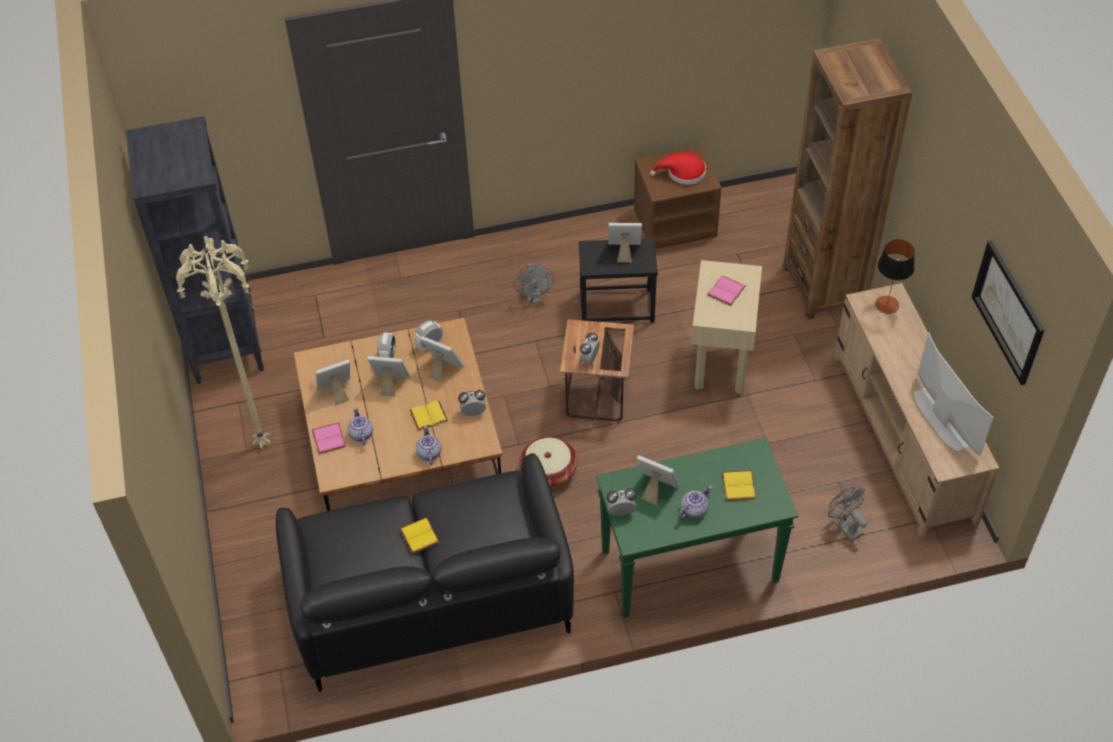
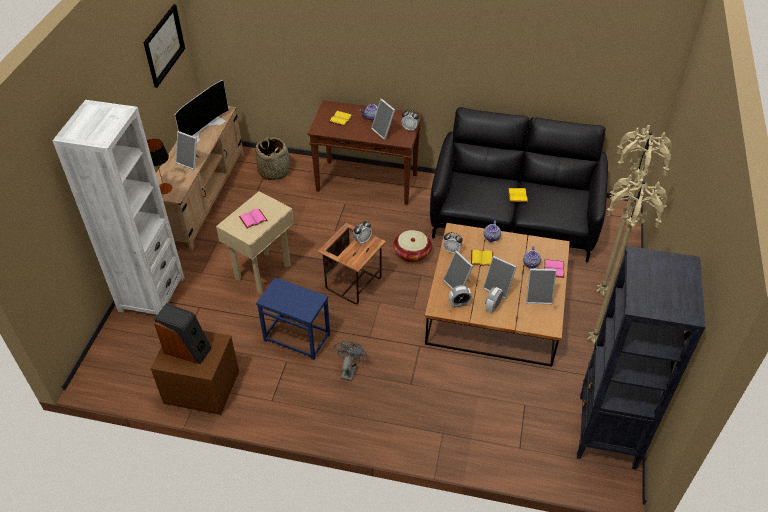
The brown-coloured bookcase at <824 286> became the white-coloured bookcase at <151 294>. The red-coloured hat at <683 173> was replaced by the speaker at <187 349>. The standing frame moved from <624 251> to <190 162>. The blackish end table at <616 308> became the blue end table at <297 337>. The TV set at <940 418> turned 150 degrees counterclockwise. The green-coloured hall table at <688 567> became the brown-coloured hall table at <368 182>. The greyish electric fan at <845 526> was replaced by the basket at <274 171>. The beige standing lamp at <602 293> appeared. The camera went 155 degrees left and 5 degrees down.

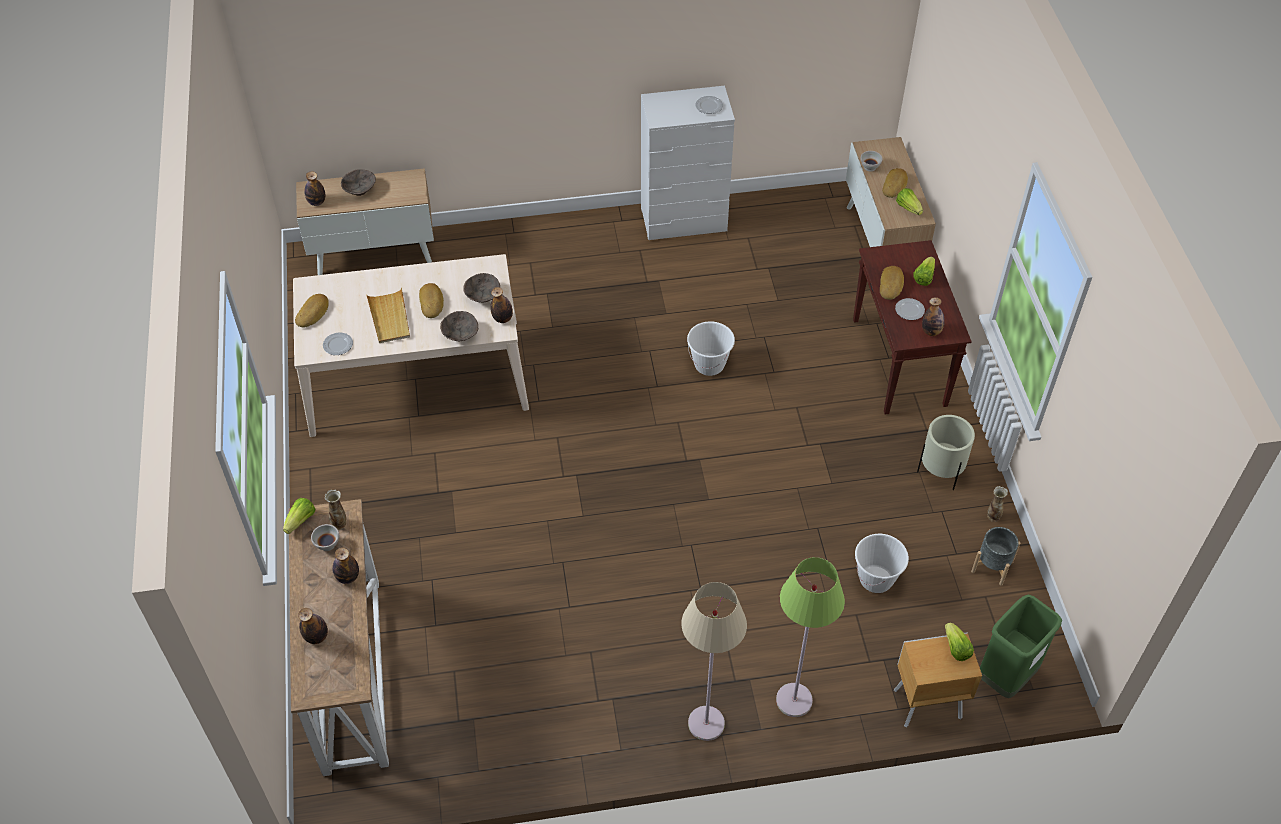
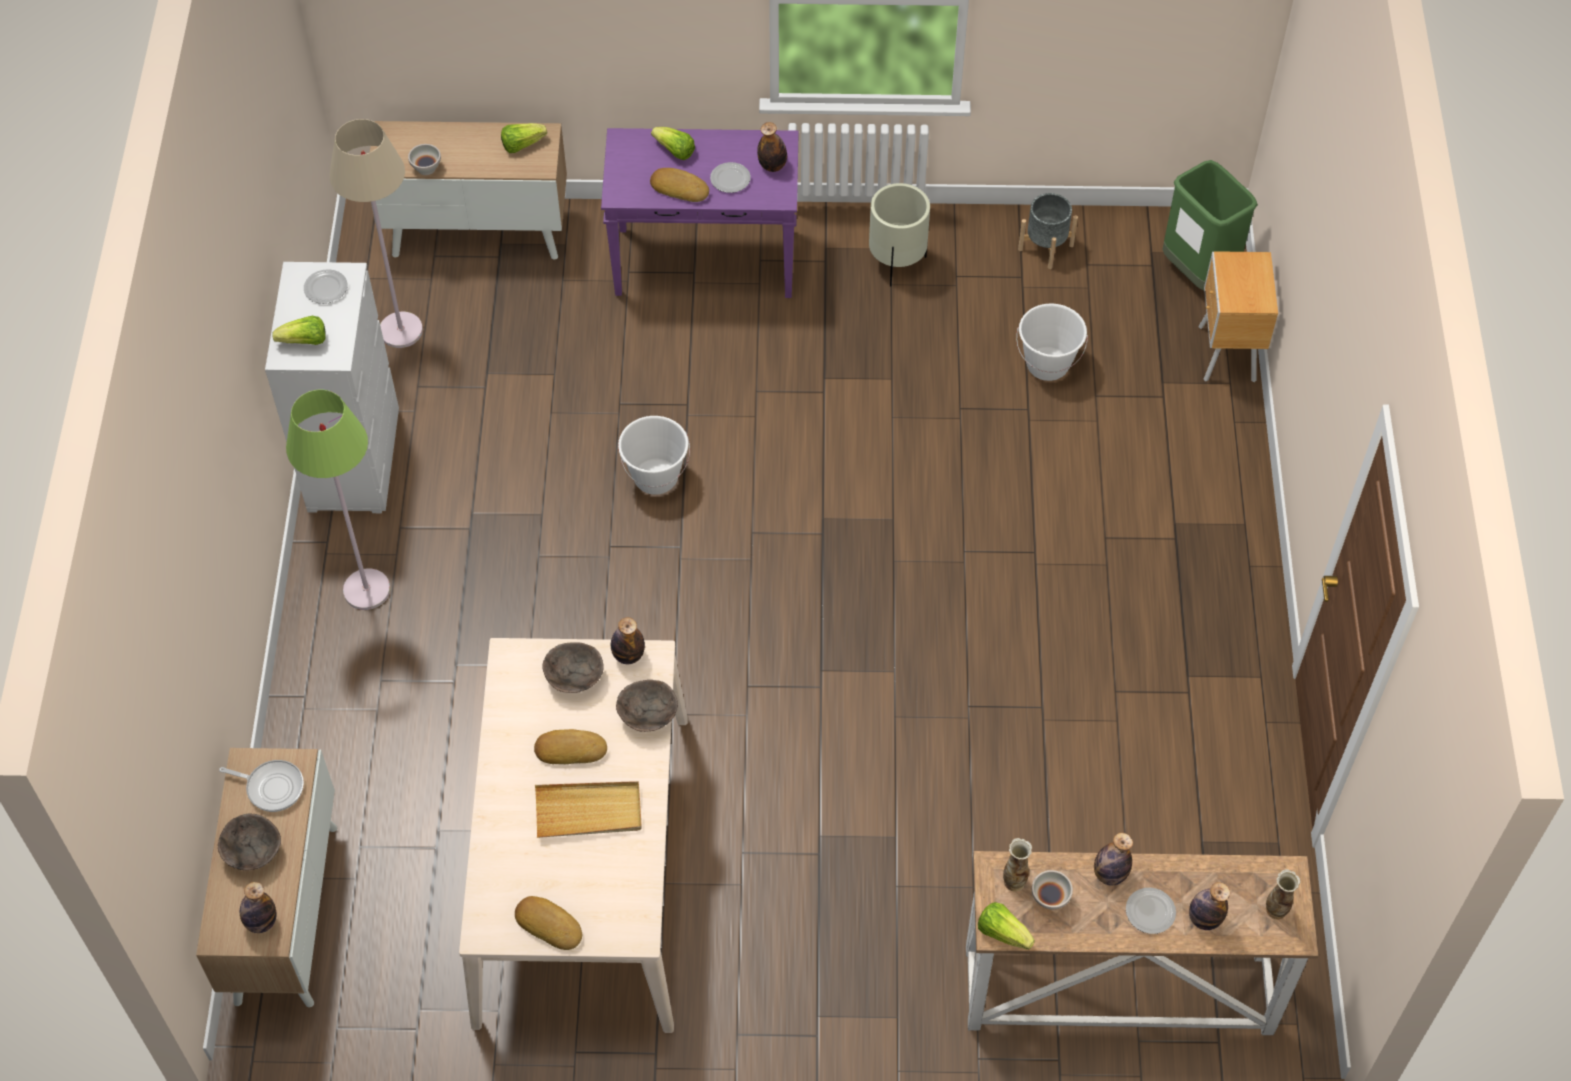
The baked bread at <895 185> disappeared. The brown-coloured hall table at <900 363> became the purple-coloured hall table at <706 262>. The flat dish moved from <338 345> to <1150 911>. The decorative vase moved from <993 516> to <1276 910>. The green-coloured standing lamp moved from <794 700> to <367 590>. The beige standing lamp moved from <706 724> to <401 331>. The head of lettuce moved from <956 648> to <304 341>. The skillet at <272 787> appeared. The camera went 80 degrees left and 5 degrees up.

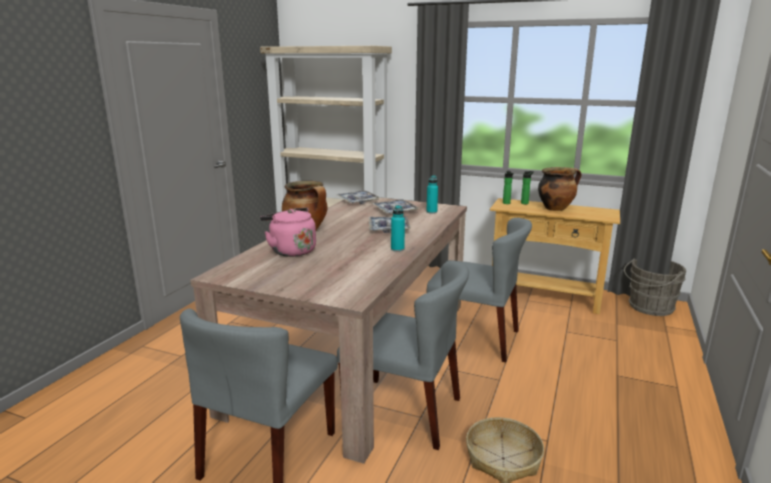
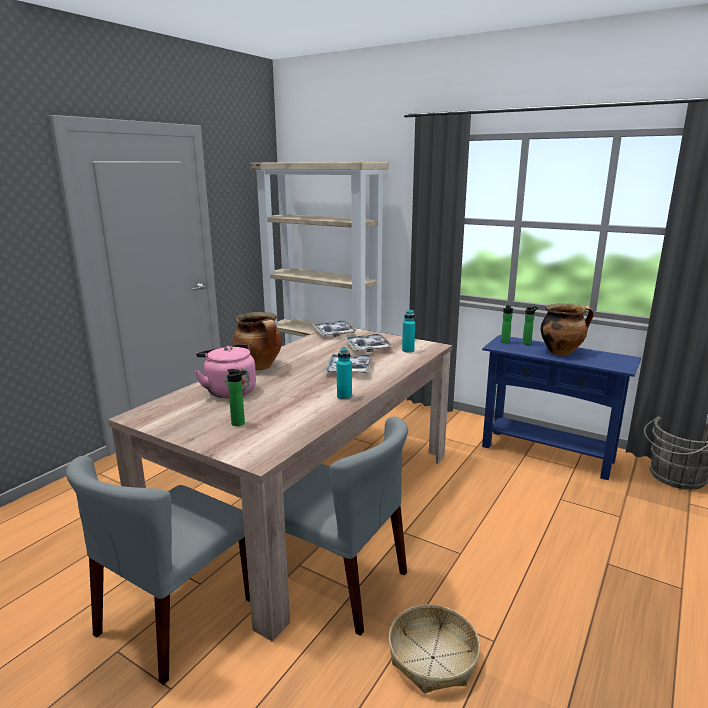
The beige hall table at <544 298> became the blue hall table at <547 453>. The greyish plain chair at <475 338> disappeared. The beverage bottle at <240 423> appeared. The camera went 10 degrees right and 0 degrees up.

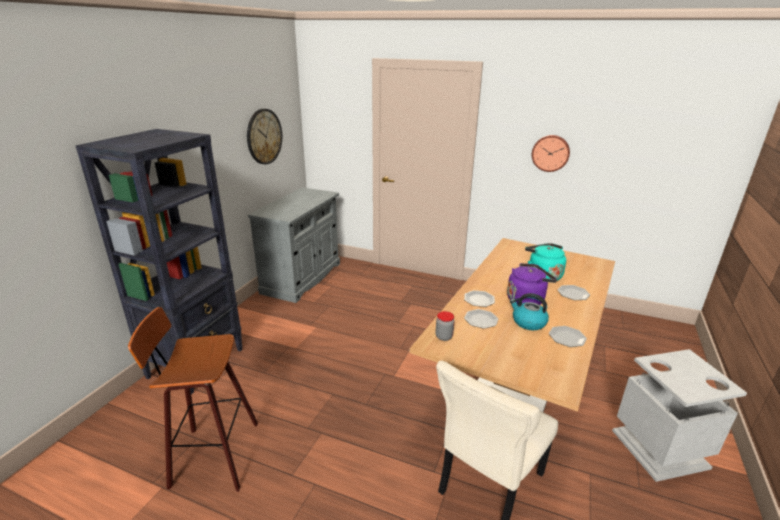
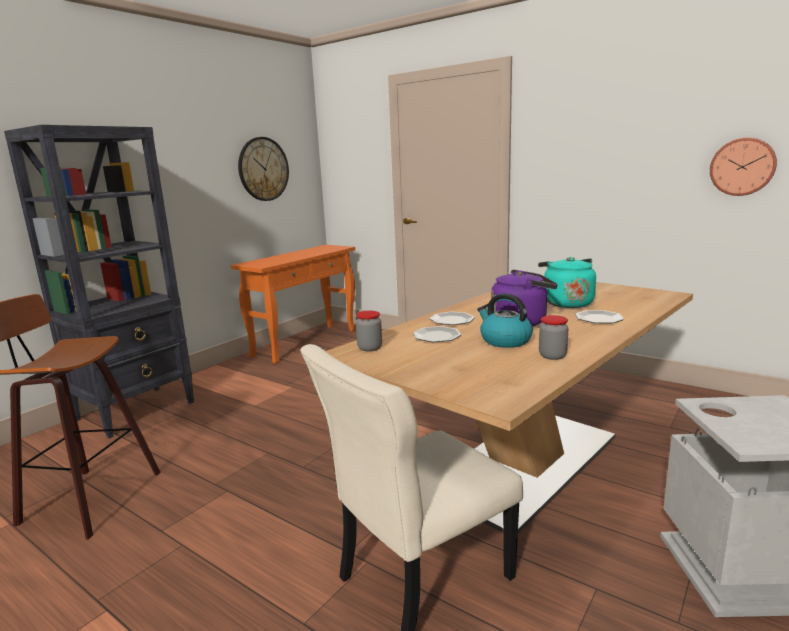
The hanging clock moved from <550 153> to <742 166>. The greyish cupboard at <302 278> was replaced by the orange-coloured hall table at <306 343>. The flat dish at <567 338> was replaced by the storage jar at <552 356>. The camera went 15 degrees right and 10 degrees down.

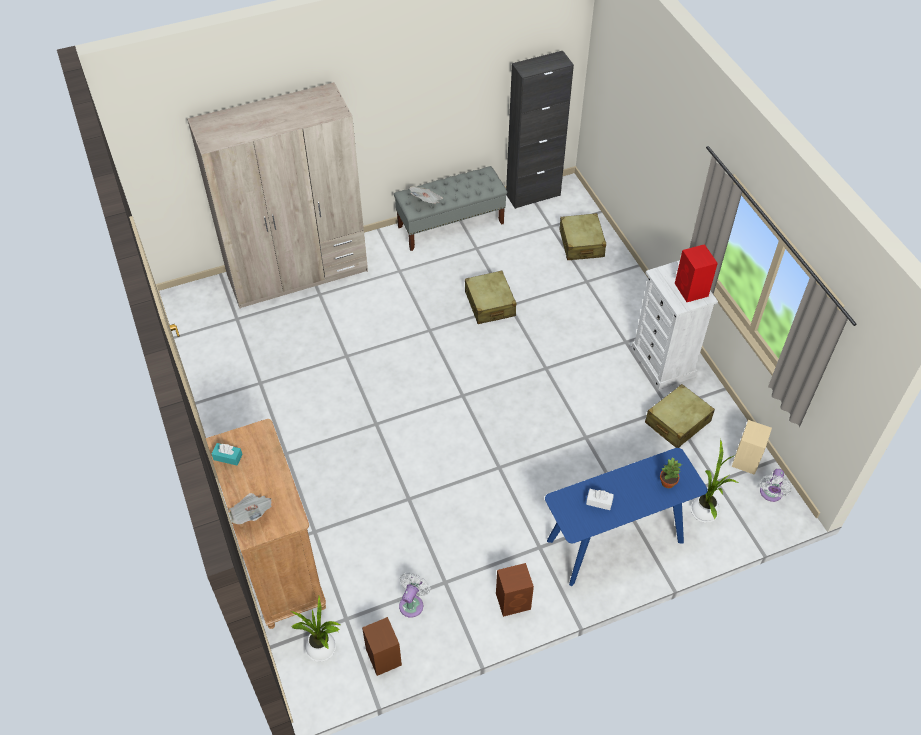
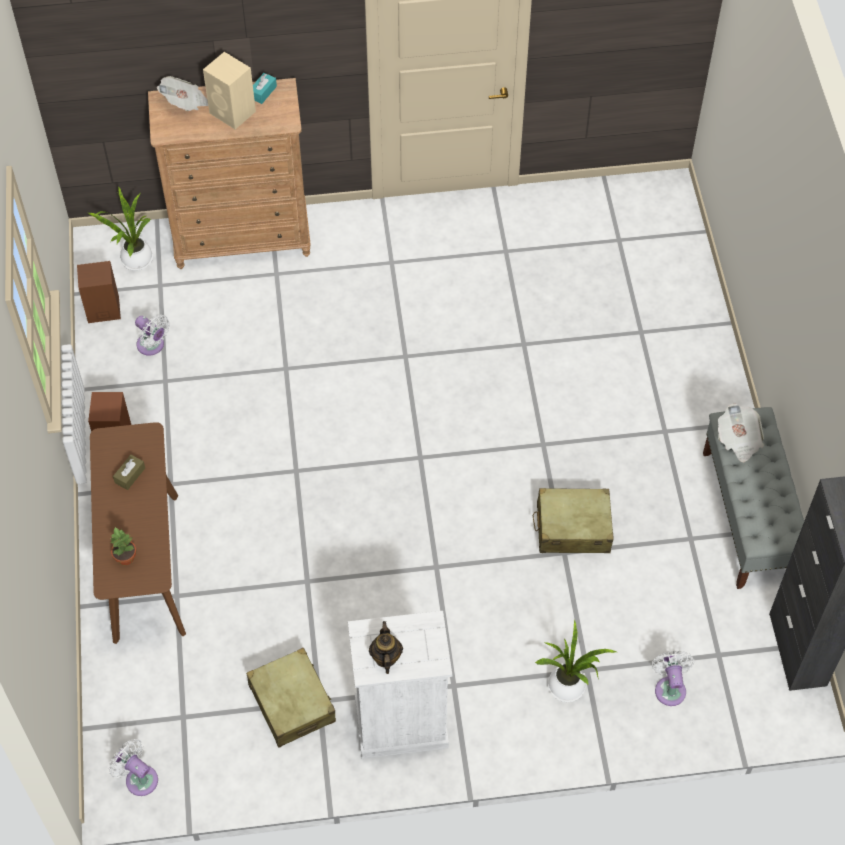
The beige armoire at <298 273> disappeared. The beige piece of luggage at <581 244> was replaced by the white-coloured electric fan at <669 688>. The red-coloured speaker at <691 290> was replaced by the pot for tea at <385 657>. The beige speaker moved from <746 459> to <233 113>. The plant in a pot moved from <704 509> to <569 688>. The blue hall table at <615 541> became the brown-coloured hall table at <145 566>. The white-coloured tissue box at <599 502> became the brown-coloured tissue box at <130 475>. The camera went 105 degrees right and 5 degrees up.

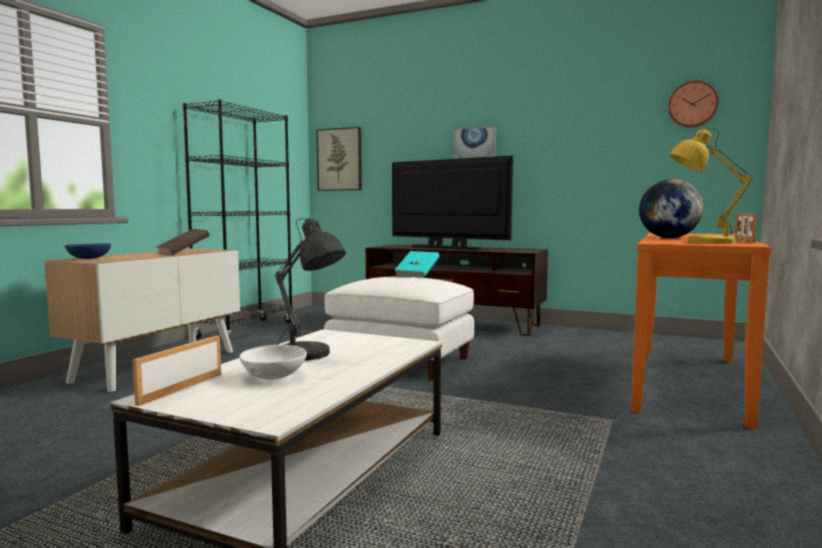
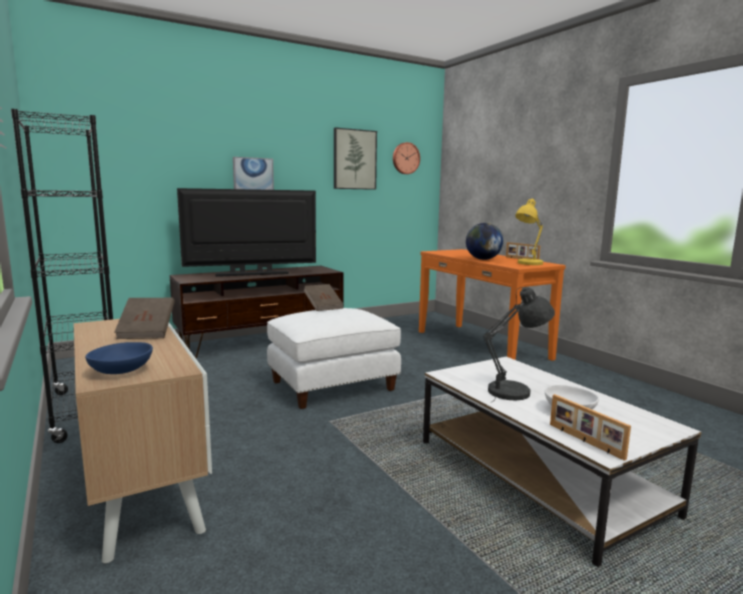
The picture moved from <340 159> to <354 159>. The turquoise-coloured volume at <417 274> became the brown-coloured volume at <323 306>. The camera went 55 degrees left and 5 degrees up.

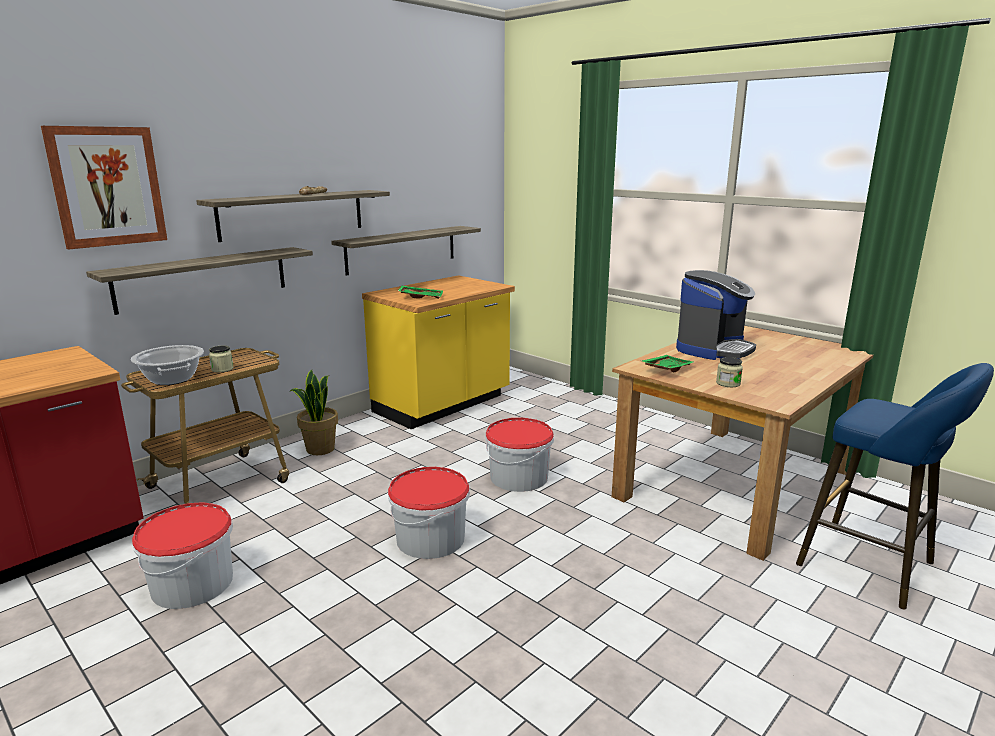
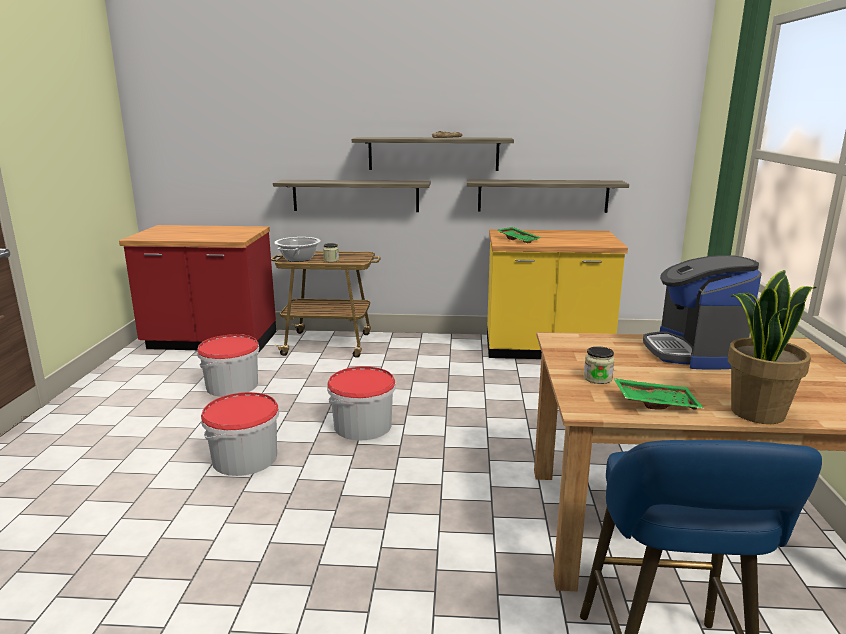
The picture at <107 186> disappeared. The coffee brewer at <713 349> turned 90 degrees clockwise. The green-coloured serving tray moved from <666 369> to <655 403>. The plant in a pot moved from <320 449> to <756 412>. The water bucket moved from <519 477> to <245 458>. The camera went 50 degrees right and 0 degrees up.

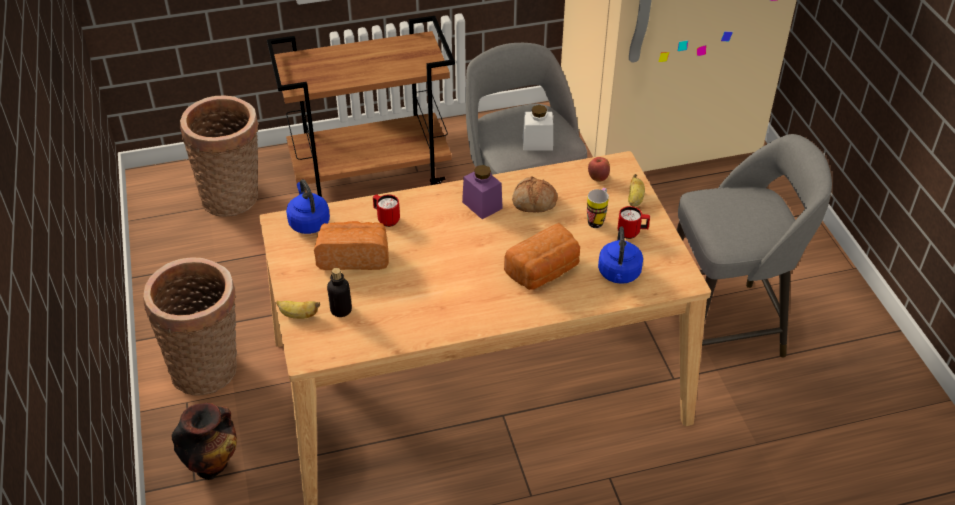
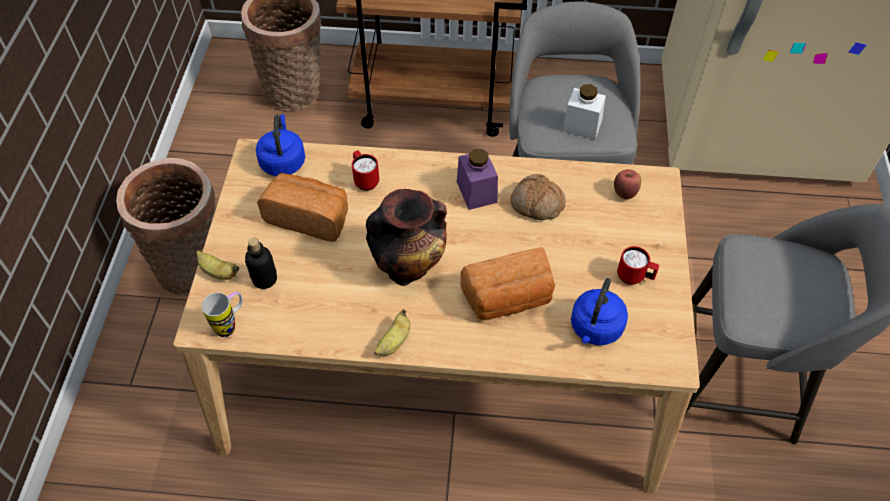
The banana fruit moved from <635 200> to <394 342>. The tea mug moved from <597 220> to <231 325>. The decorative vase moved from <213 464> to <410 267>. The camera went 20 degrees right and 10 degrees up.

